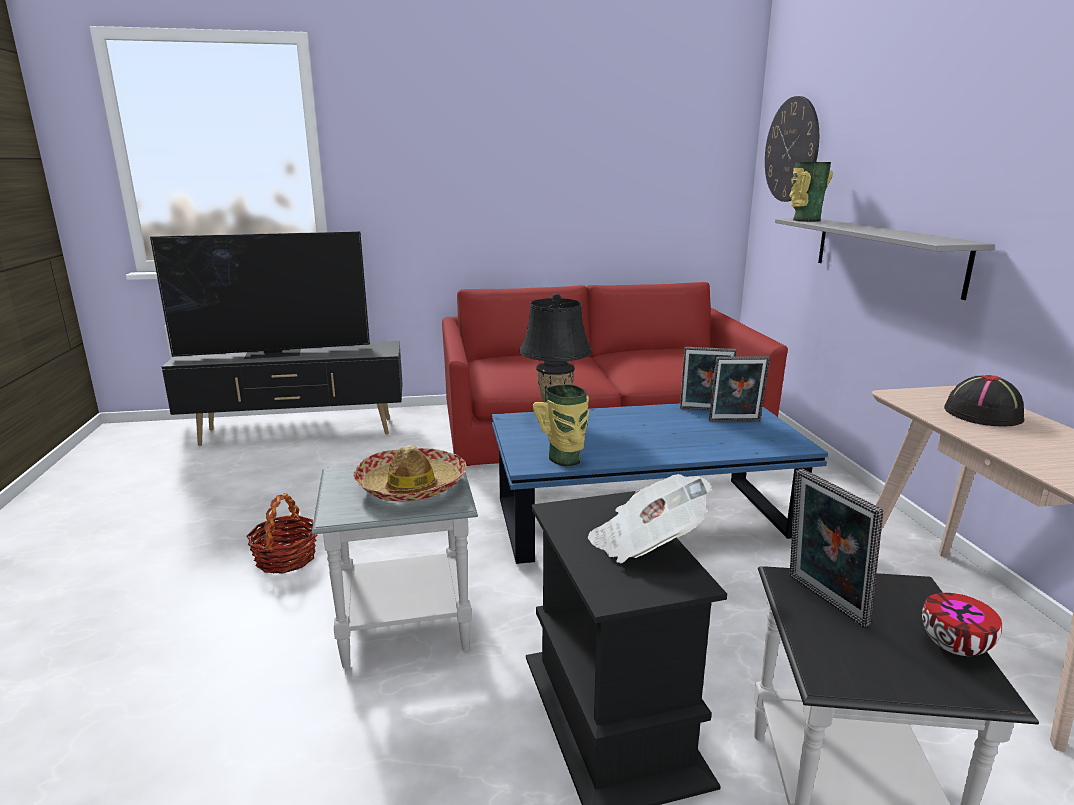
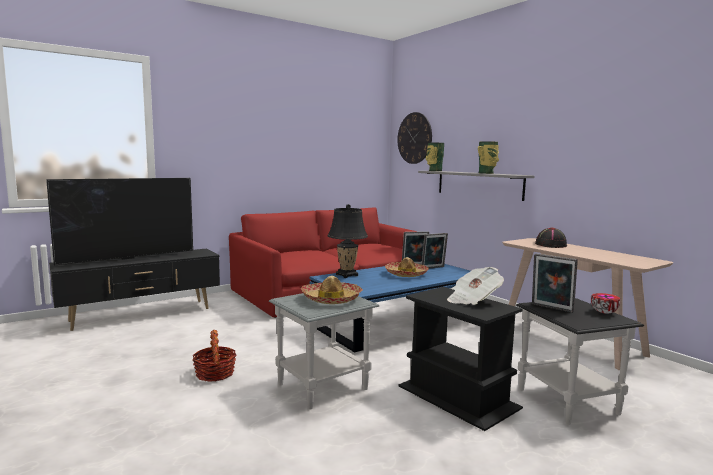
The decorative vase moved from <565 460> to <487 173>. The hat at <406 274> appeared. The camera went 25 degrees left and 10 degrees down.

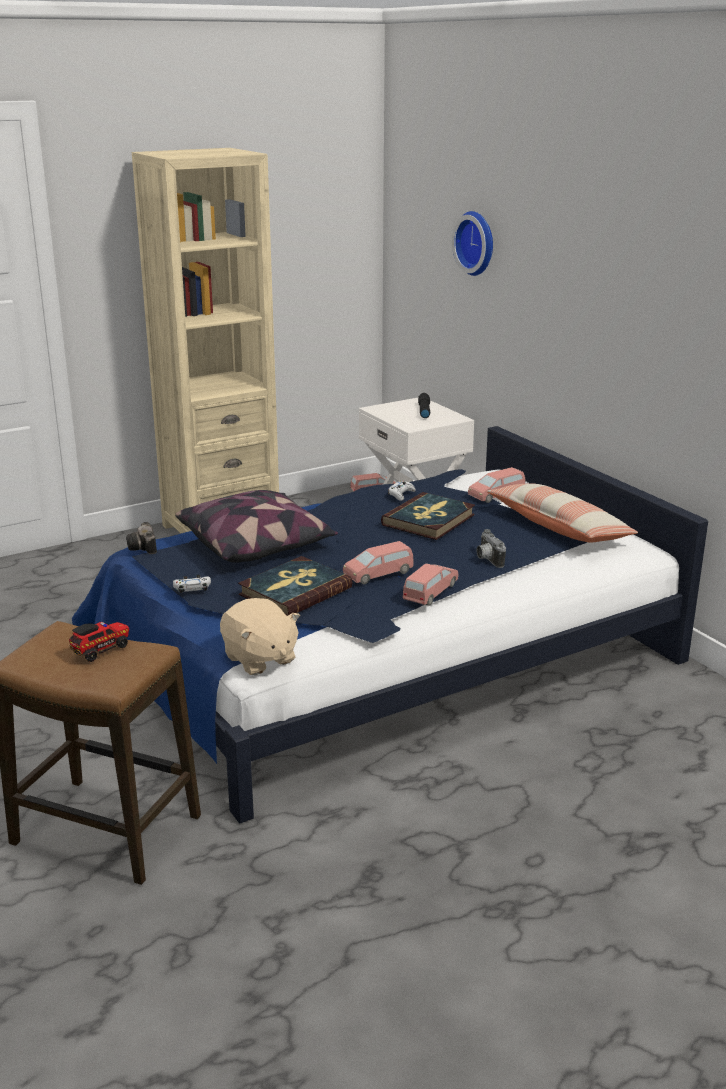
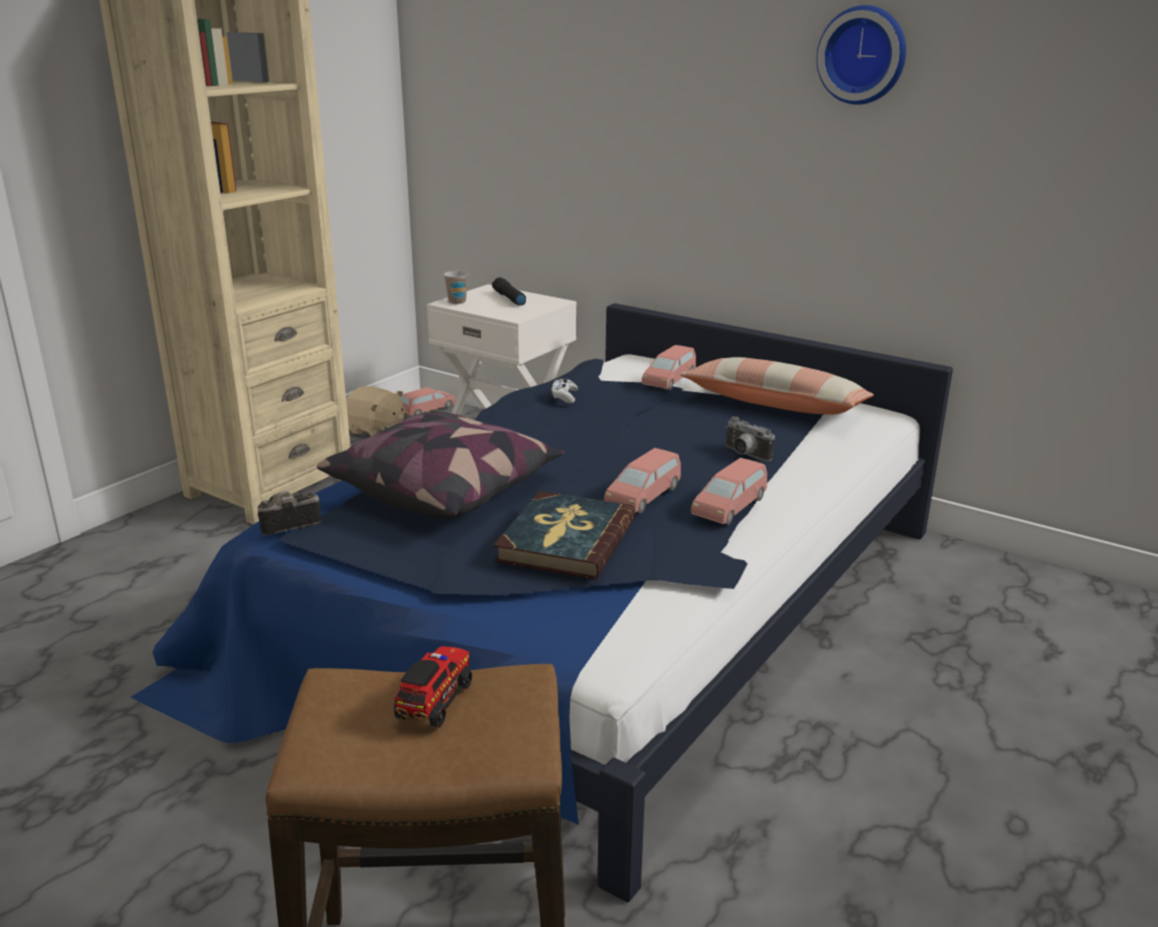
The hanging clock moved from <477 243> to <863 55>. The volume at <429 520> disappeared. The still camera at <144 548> turned 105 degrees clockwise. The pink toy car at <430 592> turned 150 degrees counterclockwise. The white-coloured game controller at <192 588> disappeared. The beige cuddly toy moved from <259 659> to <375 430>. The drinking cup at <457 302> appeared. The camera went 25 degrees left and 0 degrees up.

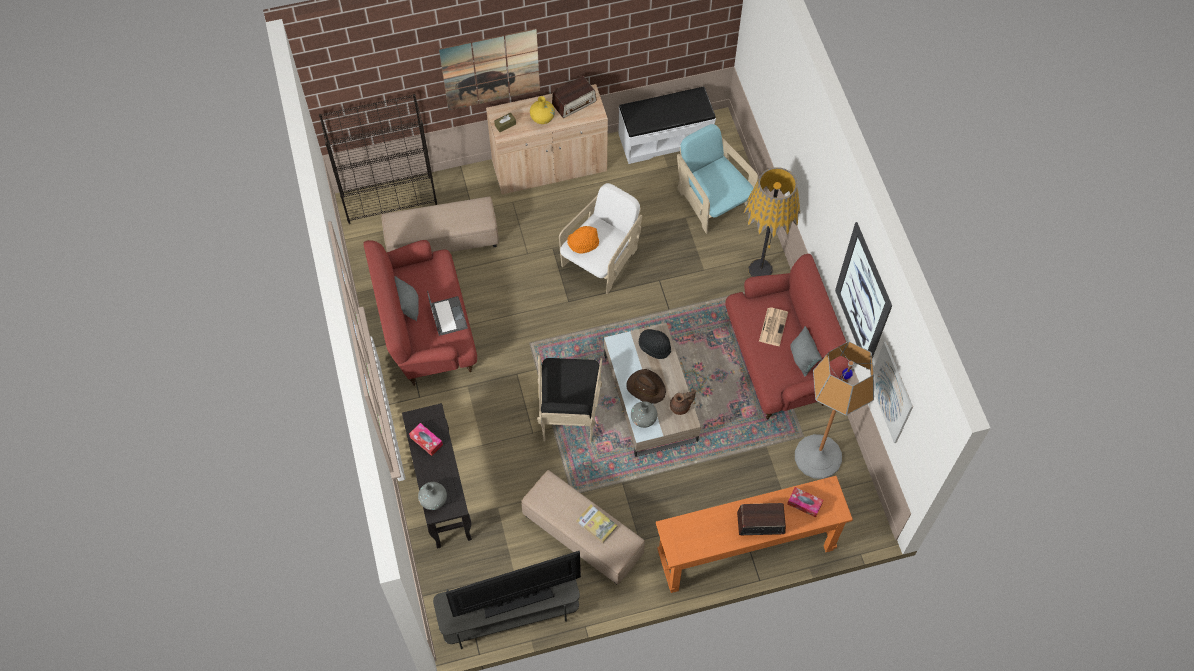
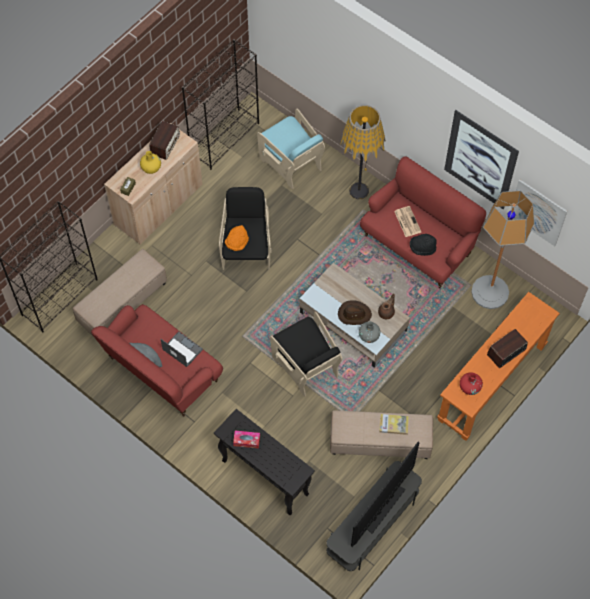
The picture at <490 69> disappeared. The white-coloured indoor bench at <664 139> was replaced by the blackish bookcase at <225 138>. The turquoise-coloured easy chair at <712 201> turned 150 degrees counterclockwise. The white-coloured easy chair at <601 260> became the blackish easy chair at <246 248>. The greyish cushion at <803 359> disappeared. The blackish hat moved from <654 347> to <422 248>. The greyish decorative vase at <433 500> disappeared. The tissue box at <804 504> disappeared. The red-coloured decorative vase at <469 387> appeared. The camera went 35 degrees left and 0 degrees up.

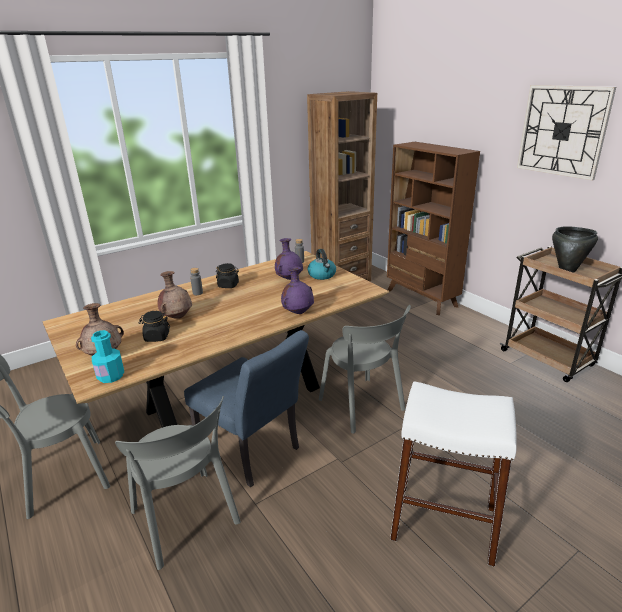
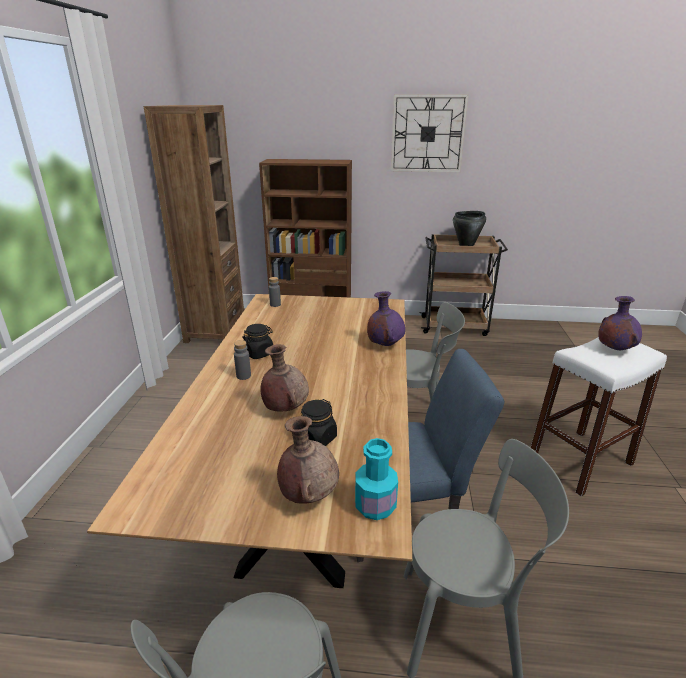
The purple-coloured decorative vase moved from <289 279> to <614 349>. The tea kettle at <322 275> disappeared. The camera went 50 degrees left and 0 degrees up.

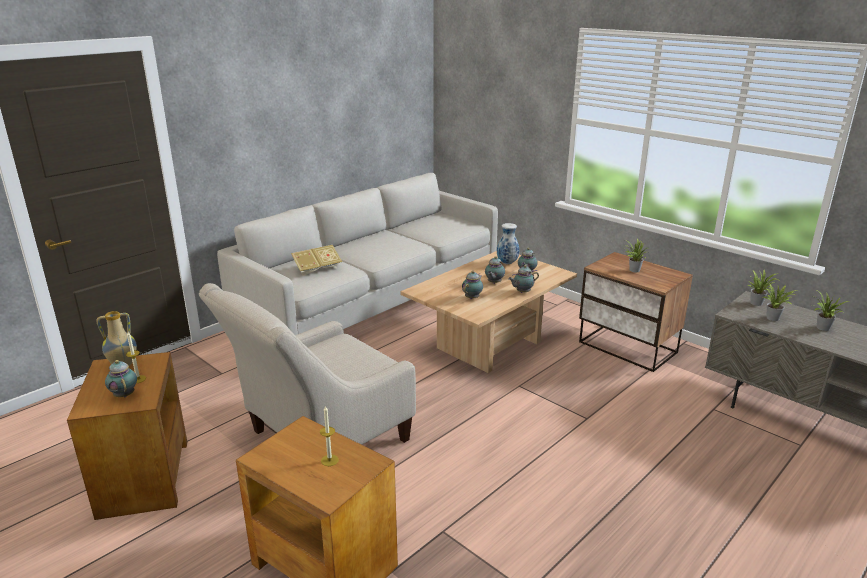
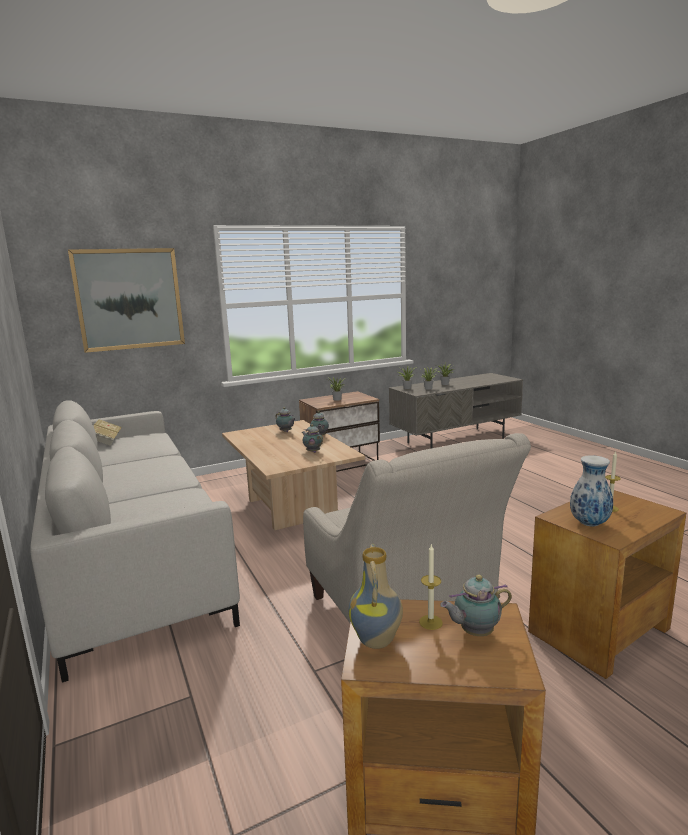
The decorative vase moved from <506 263> to <589 524>. The volume moved from <317 269> to <106 441>. The pot for tea at <493 283> disappeared. The picture at <129 299> appeared. The camera went 70 degrees left and 10 degrees down.

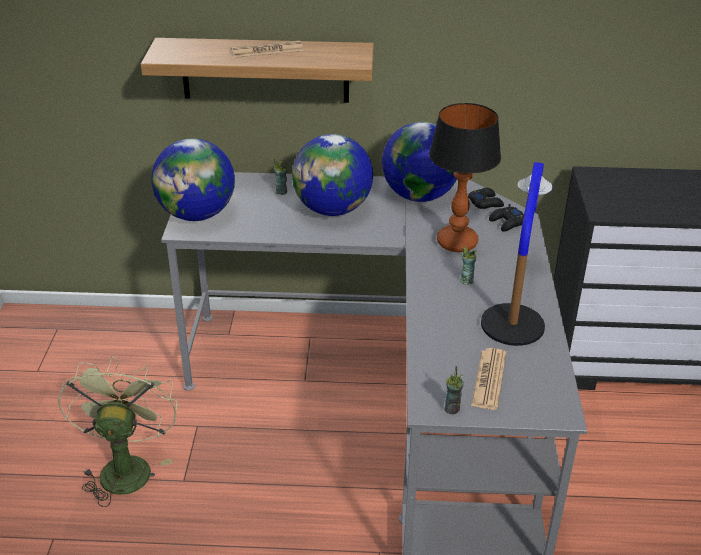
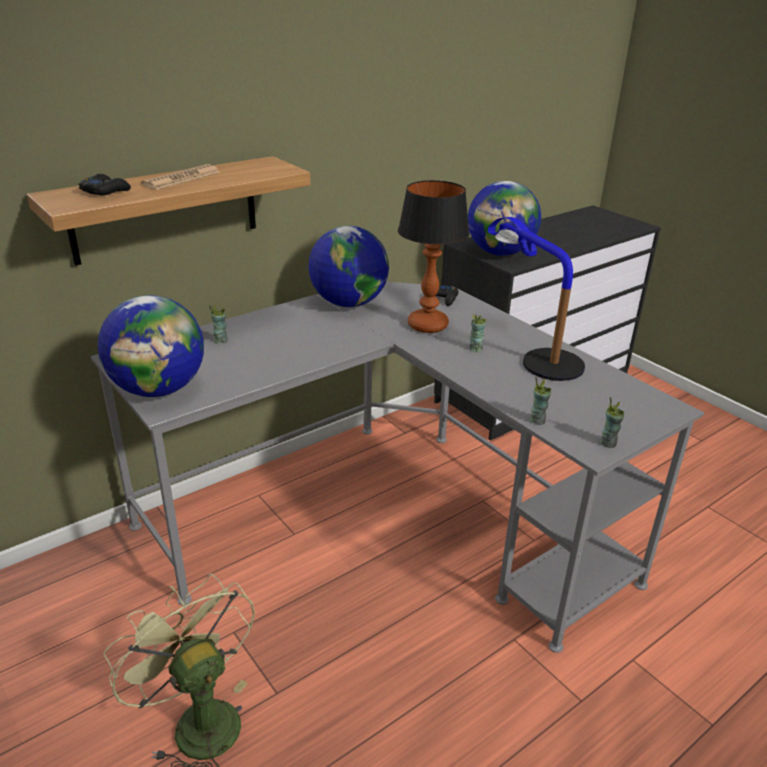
The desk globe moved from <333 210> to <500 253>. The blackish game controller moved from <485 202> to <105 191>. The daily paper at <489 379> disappeared. The drinking cup at <537 420> appeared. The camera went 40 degrees left and 5 degrees down.

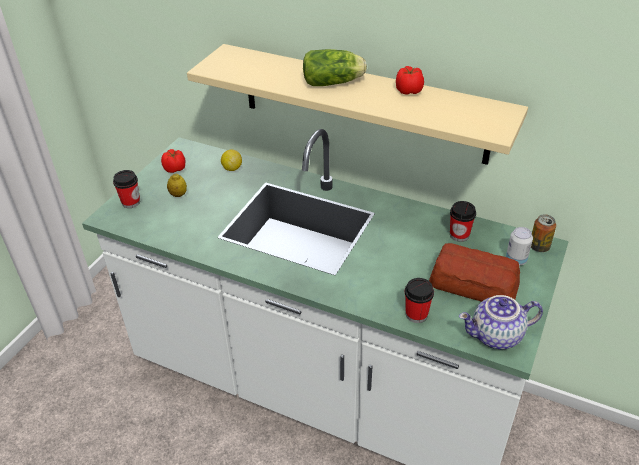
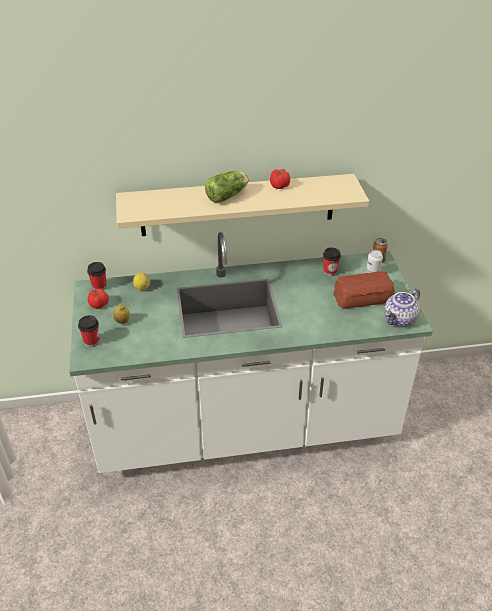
The drinking cup moved from <416 314> to <99 286>. The camera went 35 degrees left and 0 degrees up.

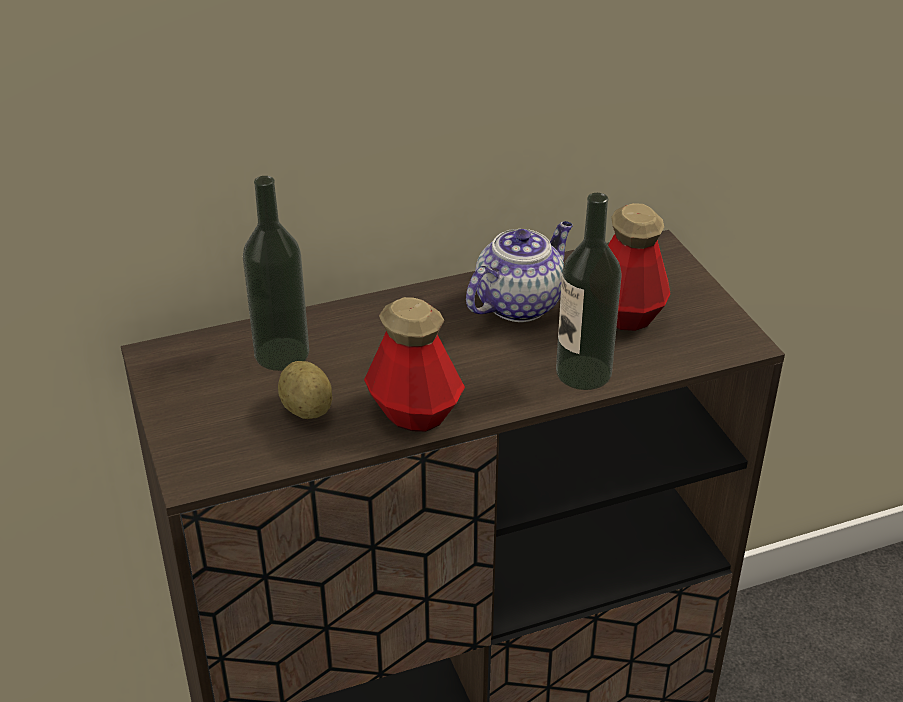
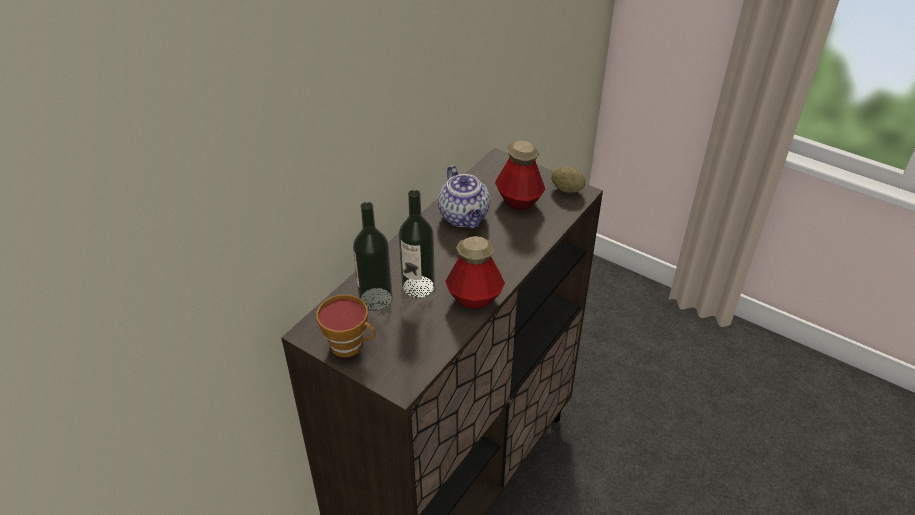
The beverage bottle moved from <583 372> to <418 287>. The pot for tea at <519 303> turned 150 degrees clockwise. The potato moved from <307 409> to <567 189>. The drinking cup at <350 346> appeared. The camera went 35 degrees left and 5 degrees up.

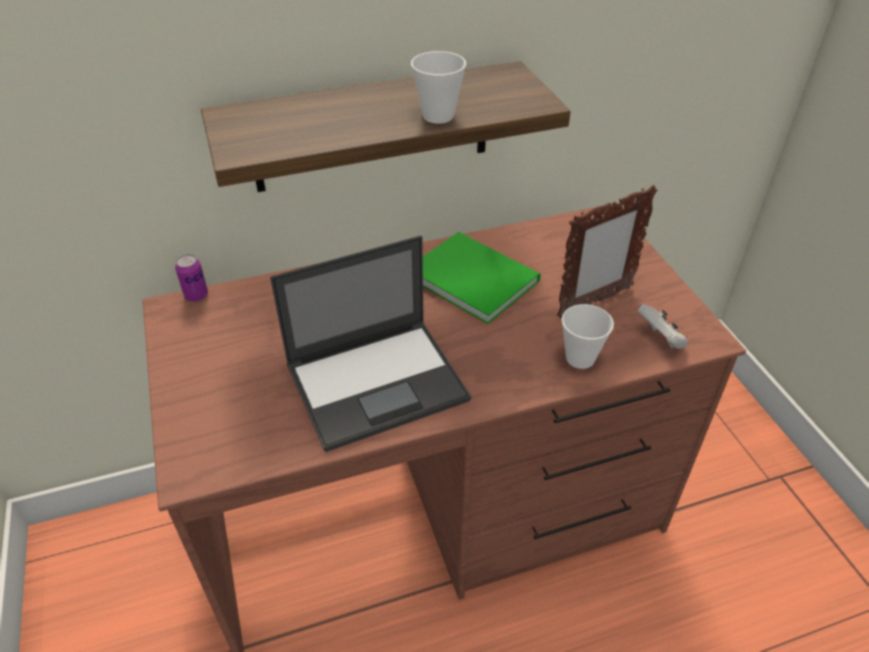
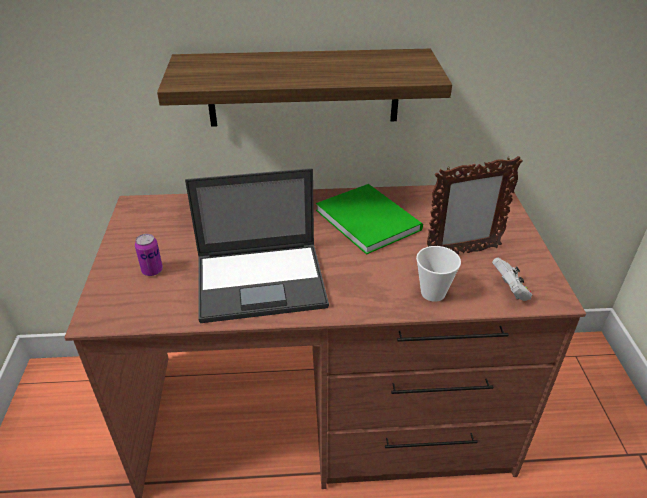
The drinking cup at <438 116> disappeared. The sealed can moved from <196 295> to <152 270>. The camera went 15 degrees right and 5 degrees down.

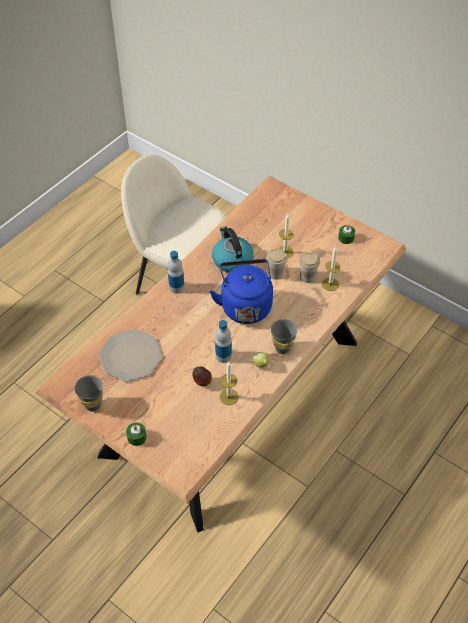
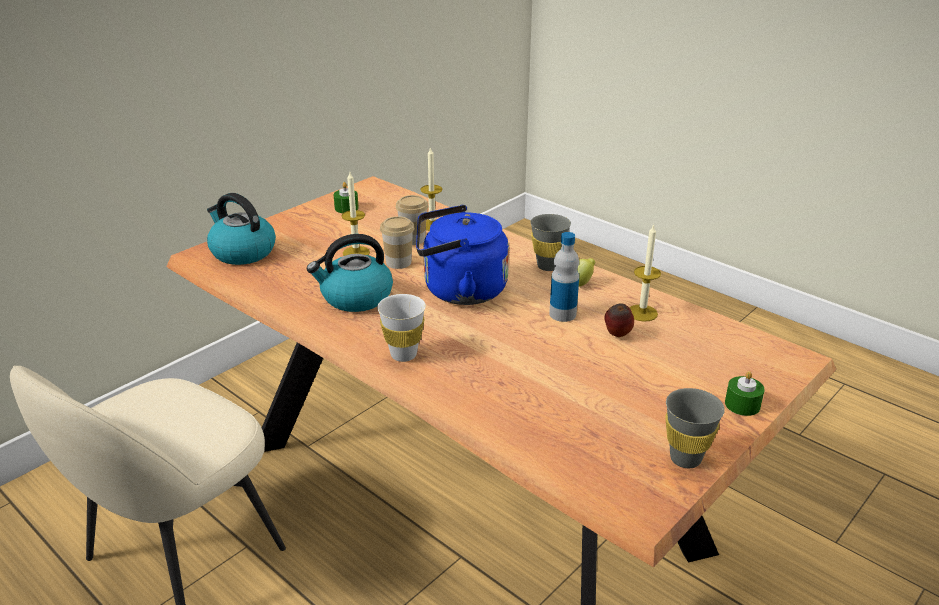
The beverage bottle at <176 287> was replaced by the white-coloured drinking cup at <403 355>. The flat dish at <131 356> disappeared. The tea kettle at <242 252> appeared. The camera went 85 degrees left and 20 degrees down.

